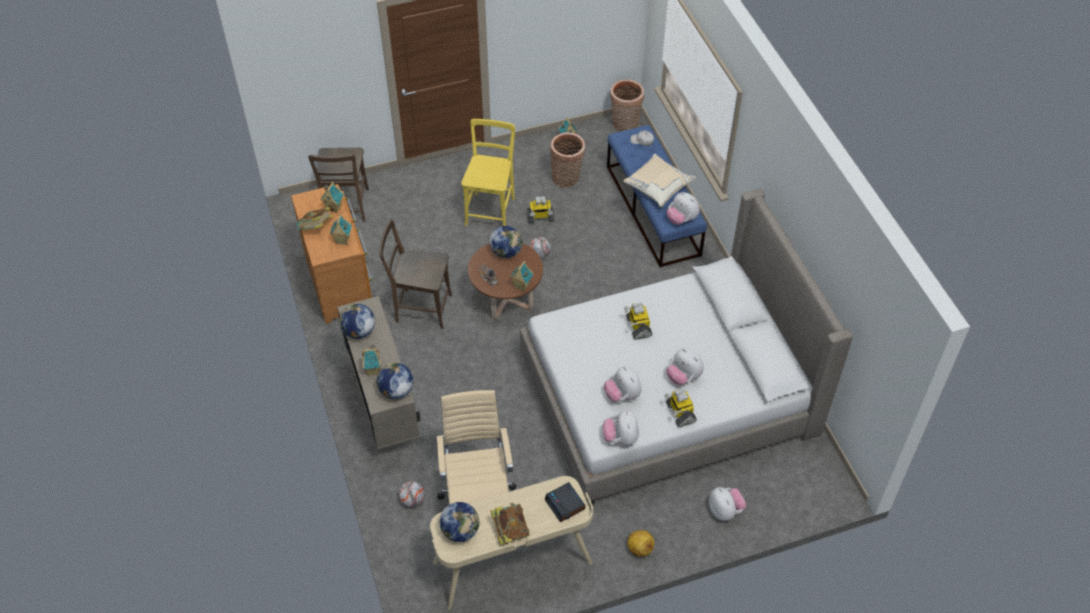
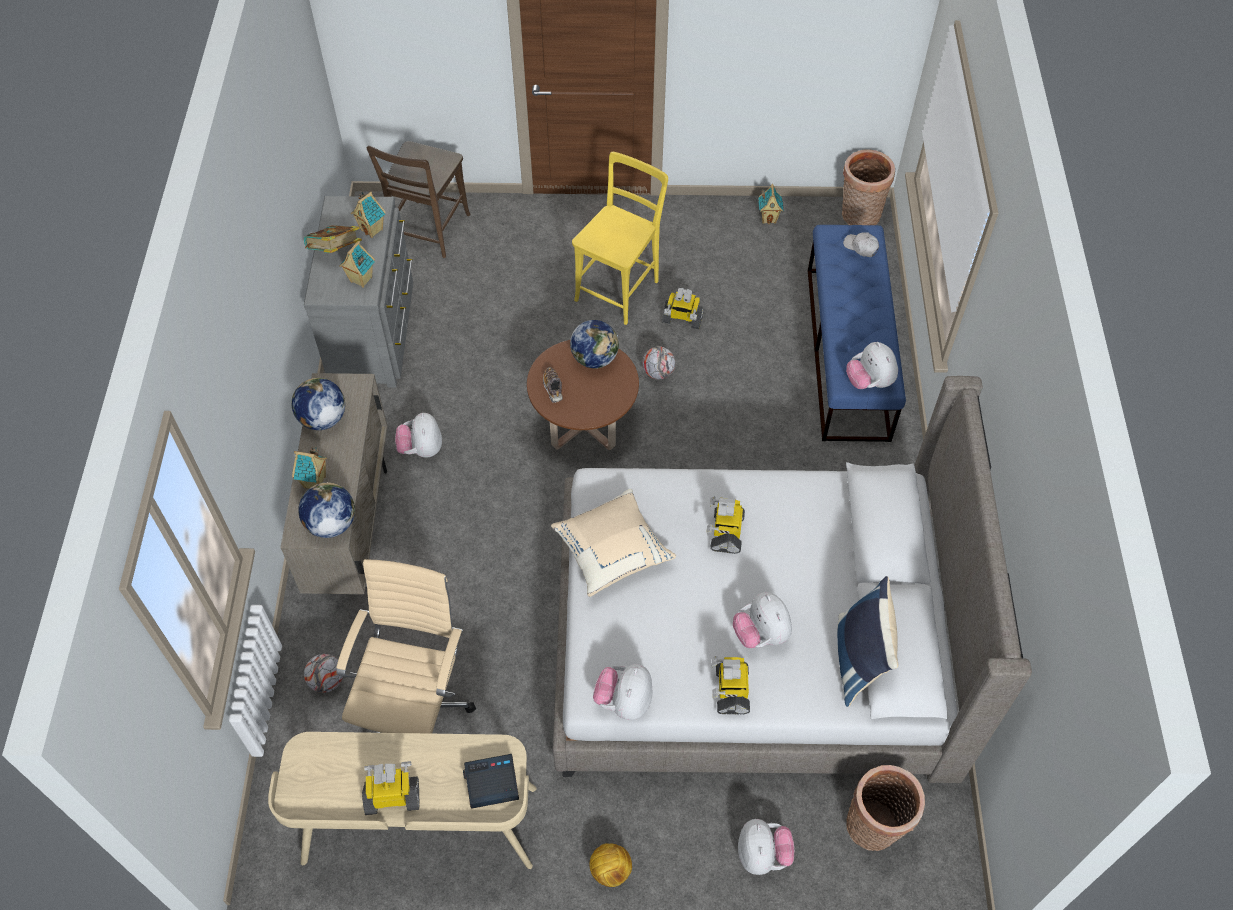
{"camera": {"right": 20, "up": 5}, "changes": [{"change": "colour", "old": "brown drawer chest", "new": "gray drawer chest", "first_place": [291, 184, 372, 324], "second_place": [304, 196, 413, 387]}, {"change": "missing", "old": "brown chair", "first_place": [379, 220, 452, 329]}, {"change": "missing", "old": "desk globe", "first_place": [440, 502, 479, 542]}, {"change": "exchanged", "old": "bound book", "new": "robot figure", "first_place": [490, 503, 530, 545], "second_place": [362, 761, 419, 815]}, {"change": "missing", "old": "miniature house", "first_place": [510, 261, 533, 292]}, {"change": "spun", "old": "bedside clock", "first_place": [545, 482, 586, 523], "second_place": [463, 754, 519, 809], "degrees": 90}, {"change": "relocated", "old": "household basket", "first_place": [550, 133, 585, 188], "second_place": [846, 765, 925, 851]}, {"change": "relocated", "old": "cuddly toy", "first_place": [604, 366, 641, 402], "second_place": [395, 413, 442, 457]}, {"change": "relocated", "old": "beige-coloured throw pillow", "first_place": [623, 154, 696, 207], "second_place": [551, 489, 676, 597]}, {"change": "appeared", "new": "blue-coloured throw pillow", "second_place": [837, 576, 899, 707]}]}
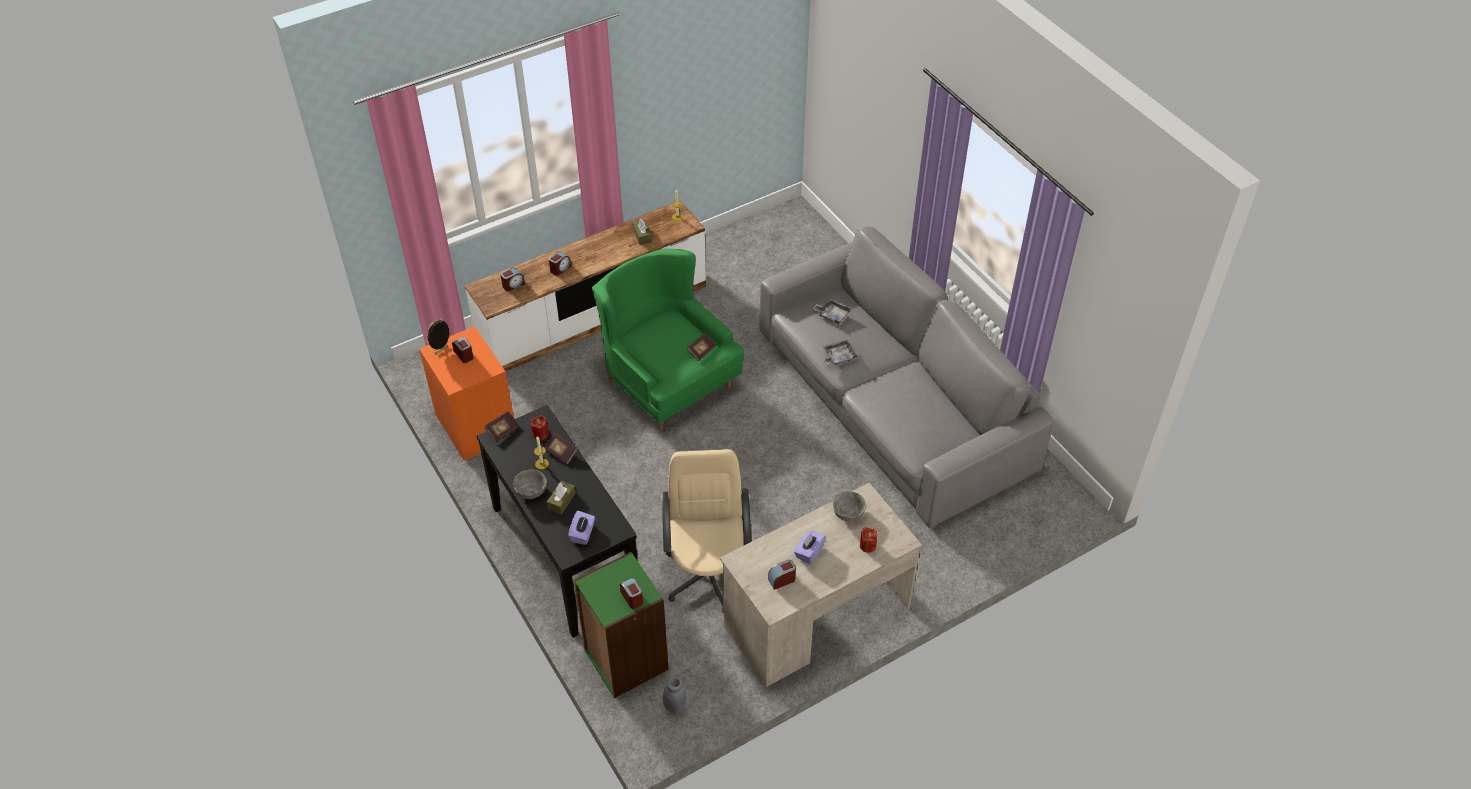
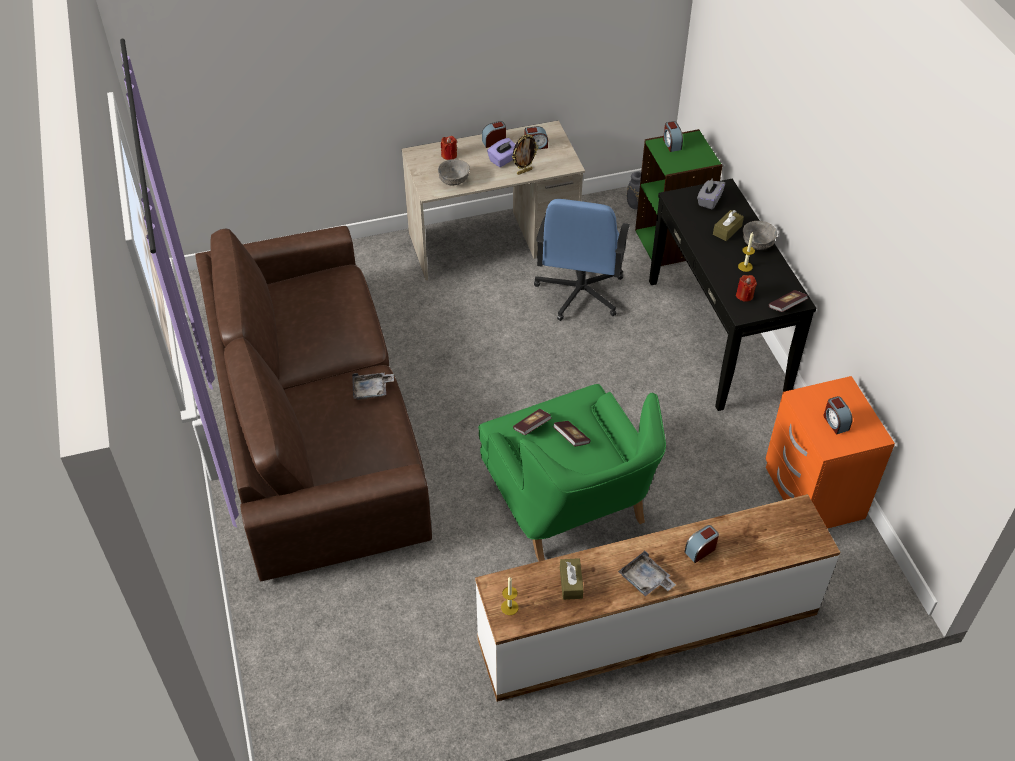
{"camera": {"right": -165, "up": 0}, "changes": [{"change": "relocated", "old": "picture frame", "first_place": [426, 319, 449, 355], "second_place": [512, 135, 539, 175]}, {"change": "relocated", "old": "bedside clock", "first_place": [500, 268, 525, 292], "second_place": [482, 121, 506, 148]}, {"change": "relocated", "old": "bound book", "first_place": [544, 433, 578, 465], "second_place": [553, 421, 591, 446]}, {"change": "colour", "old": "purple-coloured box of tissues", "new": "gray box of tissues", "first_place": [568, 511, 595, 545], "second_place": [697, 178, 725, 209]}, {"change": "colour", "old": "beige-coloured office chair", "new": "blue-coloured office chair", "first_place": [662, 449, 752, 613], "second_place": [534, 199, 630, 321]}, {"change": "colour", "old": "gray couch", "new": "brown couch", "first_place": [760, 226, 1054, 528], "second_place": [195, 226, 432, 581]}, {"change": "relocated", "old": "gray serving tray", "first_place": [812, 298, 851, 324], "second_place": [618, 550, 676, 596]}]}
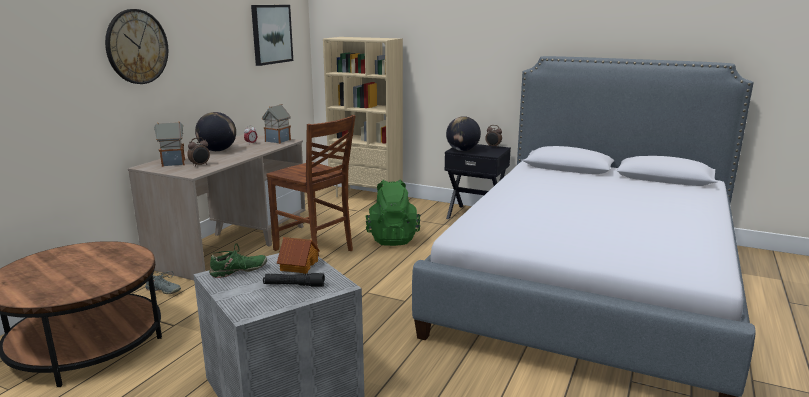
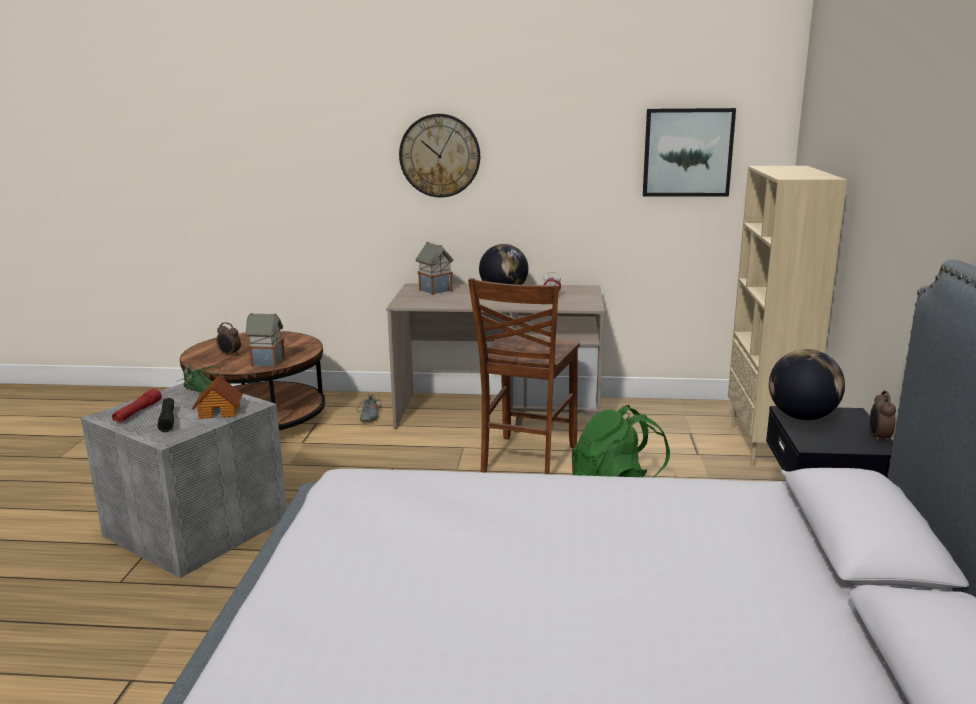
{"camera": {"right": 70, "up": 0}, "changes": [{"change": "relocated", "old": "bedside clock", "first_place": [187, 137, 210, 167], "second_place": [216, 322, 241, 357]}, {"change": "relocated", "old": "miniature house", "first_place": [262, 104, 291, 144], "second_place": [245, 313, 285, 367]}, {"change": "appeared", "new": "reddish torch", "second_place": [112, 388, 162, 422]}]}
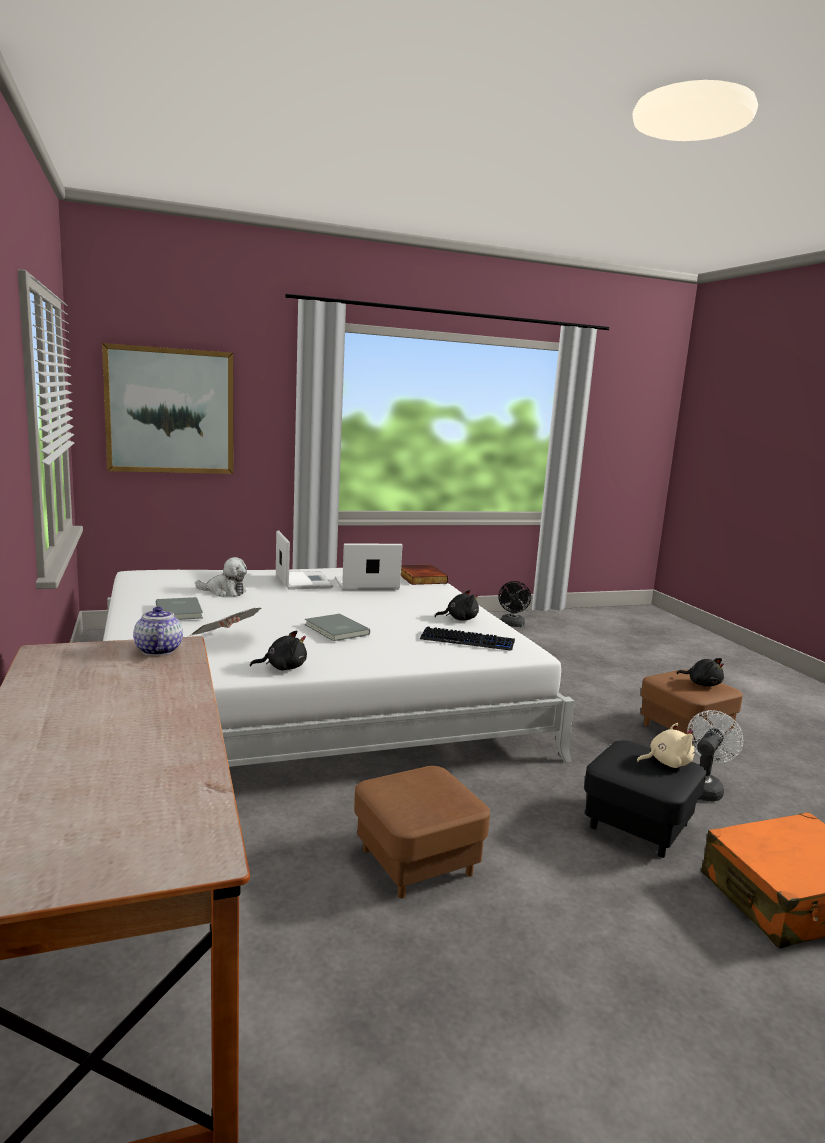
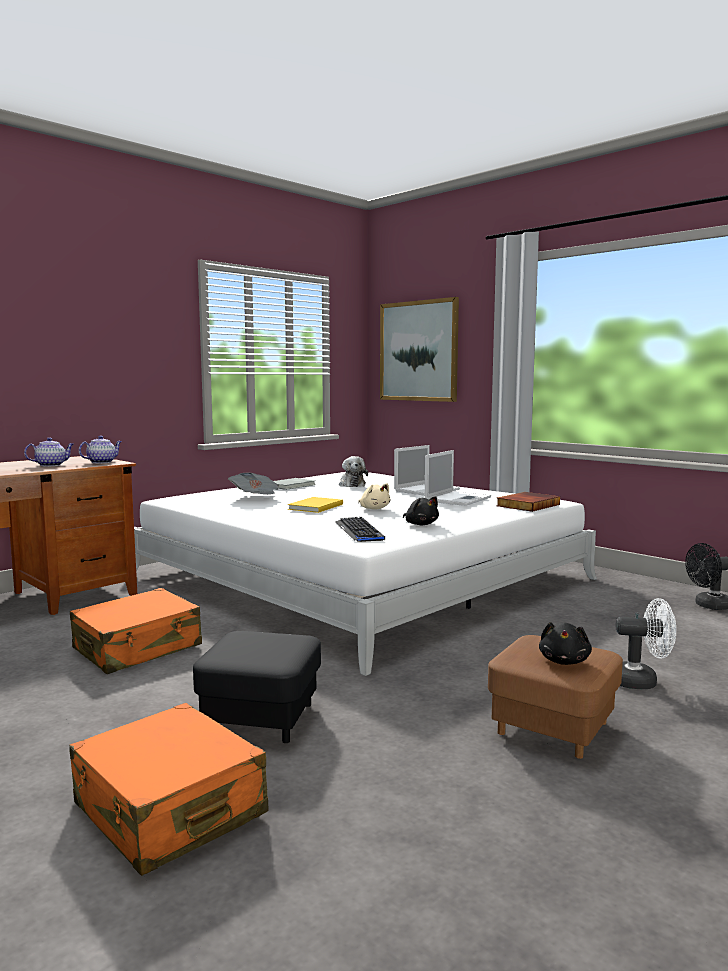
{"camera": {"right": 65, "up": -5}, "changes": [{"change": "missing", "old": "black cuddly toy", "first_place": [250, 630, 307, 670]}, {"change": "colour", "old": "gray bound book", "new": "yellow bound book", "first_place": [305, 614, 370, 641], "second_place": [287, 497, 343, 513]}, {"change": "spun", "old": "notebook computer", "first_place": [335, 543, 402, 591], "second_place": [425, 450, 491, 506], "degrees": 75}, {"change": "exchanged", "old": "brown footrest", "new": "orangey travel case", "first_place": [354, 766, 490, 898], "second_place": [70, 588, 202, 674]}, {"change": "relocated", "old": "beige-coloured cuddly toy", "first_place": [636, 723, 695, 768], "second_place": [358, 483, 391, 510]}, {"change": "relocated", "old": "white-coloured fan", "first_place": [687, 710, 744, 802], "second_place": [616, 598, 676, 689]}, {"change": "appeared", "new": "teapot", "second_place": [24, 437, 74, 467]}]}
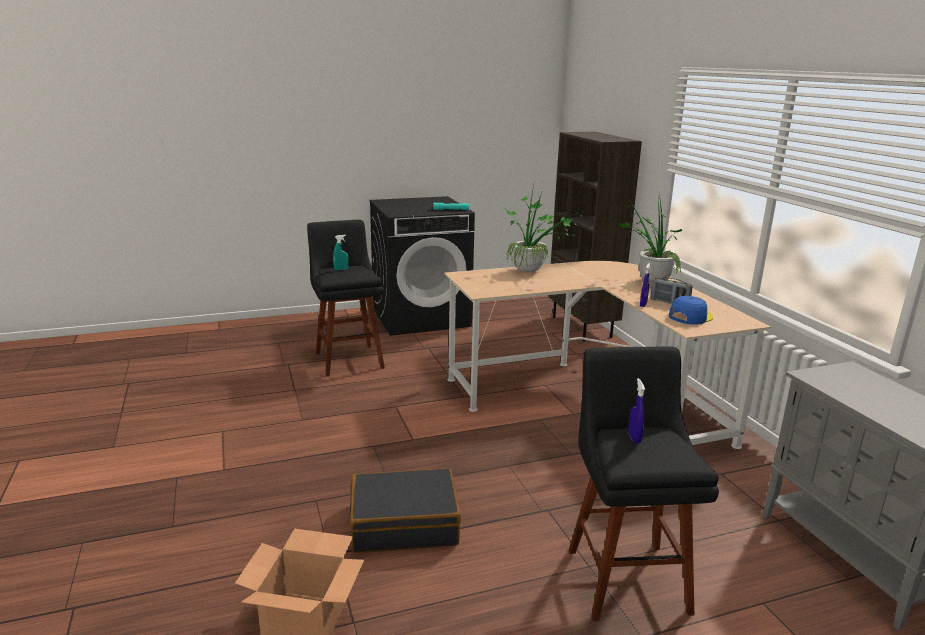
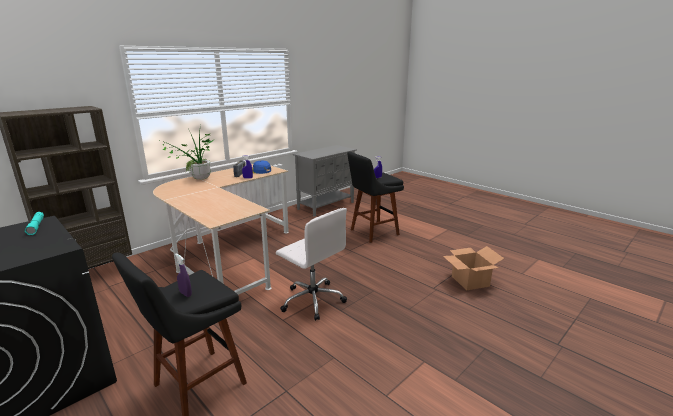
{"camera": {"right": -115, "up": 0}, "changes": [{"change": "colour", "old": "turquoise sprayer", "new": "purple-coloured sprayer", "first_place": [333, 235, 349, 270], "second_place": [175, 254, 192, 297]}, {"change": "missing", "old": "black travel case", "first_place": [350, 468, 461, 553]}, {"change": "missing", "old": "houseplant", "first_place": [505, 180, 584, 272]}, {"change": "appeared", "new": "white-coloured office chair", "second_place": [276, 208, 347, 321]}]}
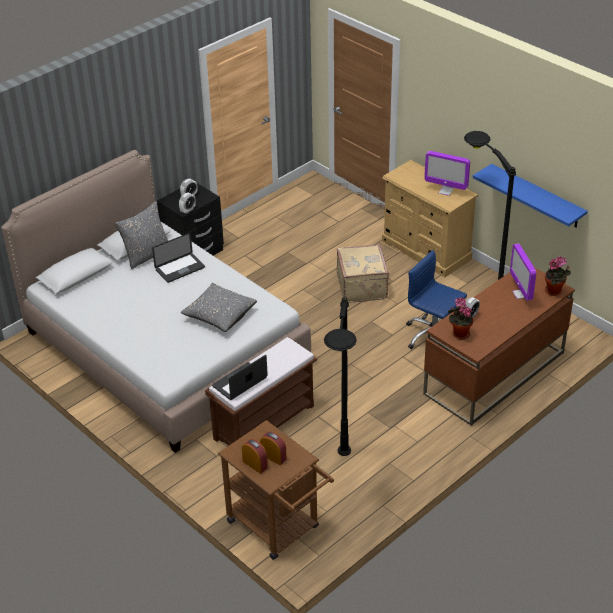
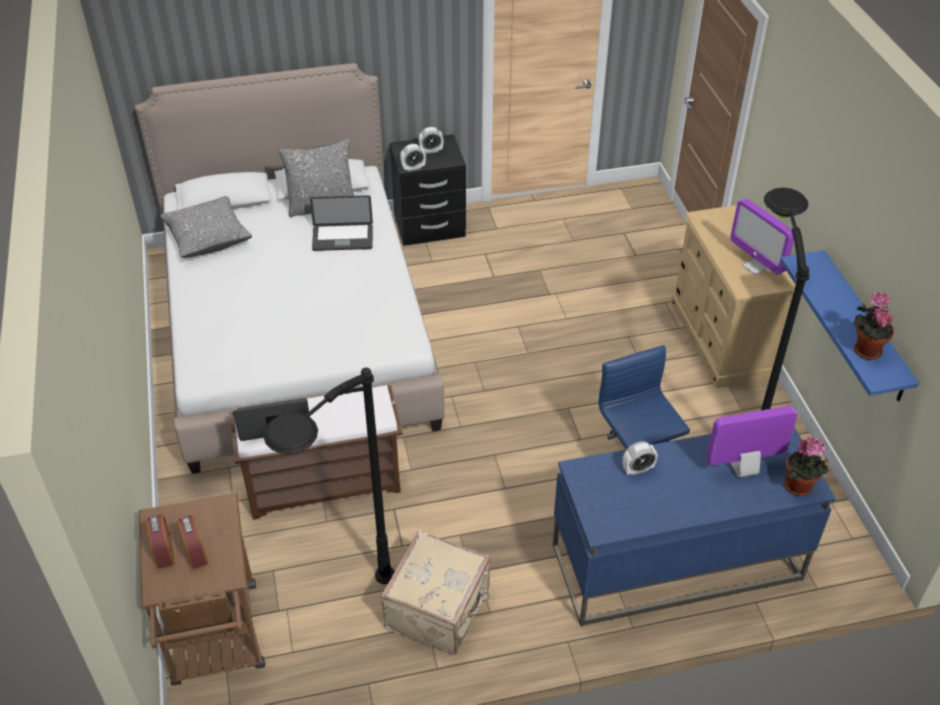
{"camera": {"right": 30, "up": 5}, "changes": [{"change": "relocated", "old": "gray throw pillow", "first_place": [181, 283, 257, 332], "second_place": [160, 196, 252, 258]}, {"change": "relocated", "old": "beige-coloured travel case", "first_place": [337, 244, 390, 303], "second_place": [381, 530, 491, 654]}, {"change": "colour", "old": "brown desk", "new": "blue-coloured desk", "first_place": [423, 267, 575, 426], "second_place": [553, 427, 836, 627]}, {"change": "relocated", "old": "houseplant", "first_place": [448, 297, 473, 340], "second_place": [853, 292, 894, 360]}, {"change": "spun", "old": "computer screen", "first_place": [510, 243, 536, 301], "second_place": [706, 406, 798, 477], "degrees": 60}]}
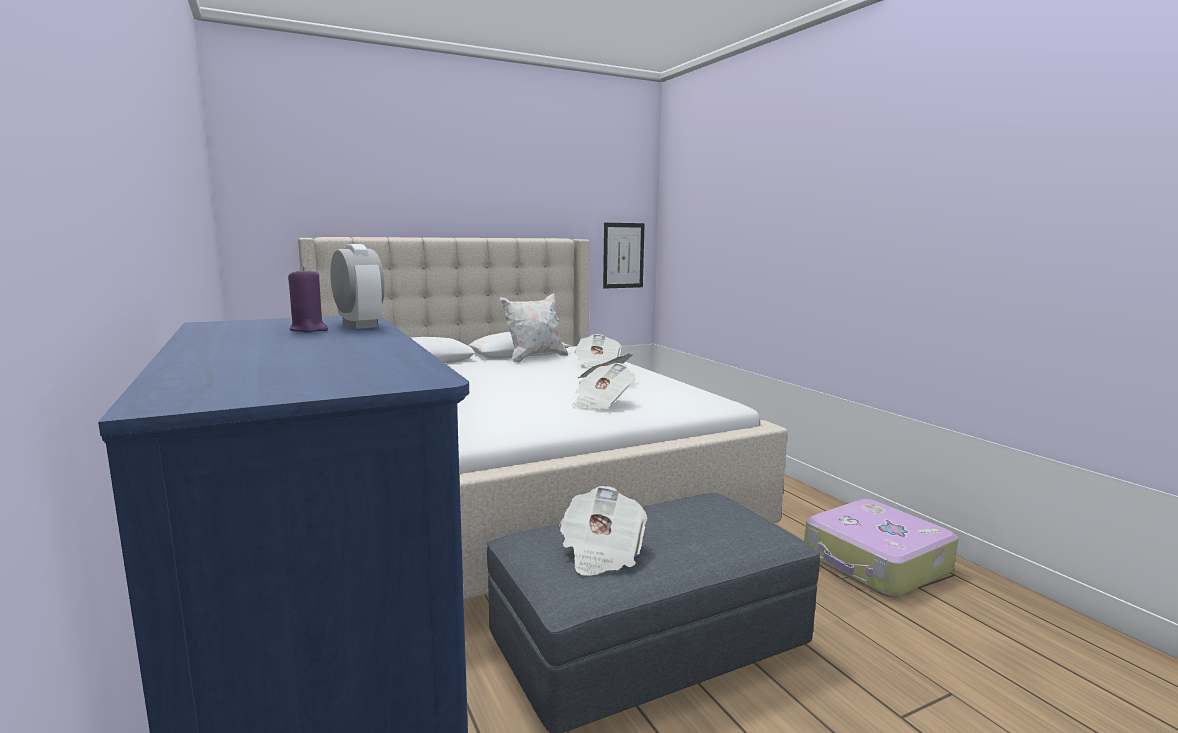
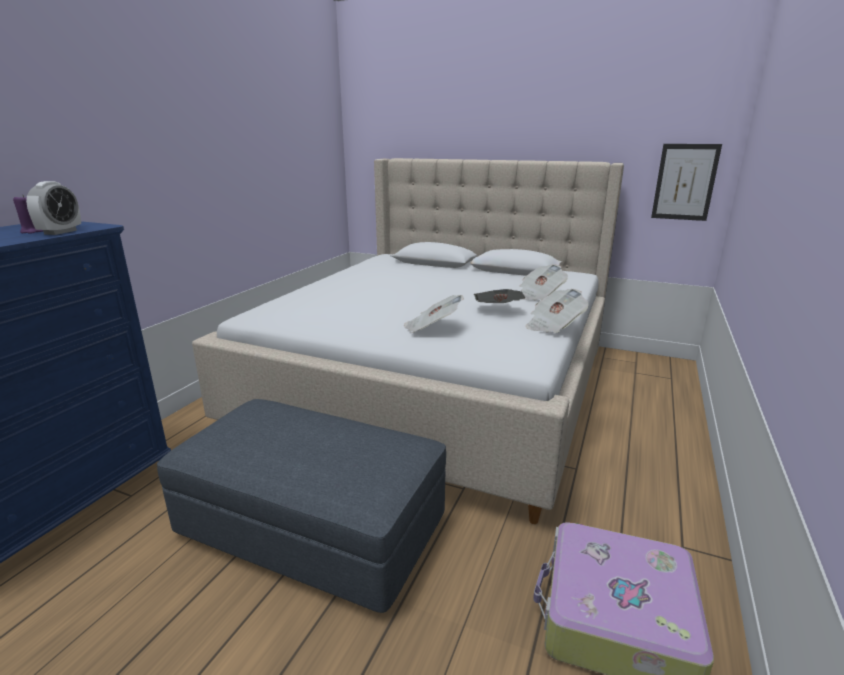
{"camera": {"right": 50, "up": 10}, "changes": [{"change": "missing", "old": "white-coloured throw pillow", "first_place": [499, 293, 568, 363]}, {"change": "relocated", "old": "newspaper", "first_place": [559, 486, 647, 576], "second_place": [526, 289, 589, 333]}]}
